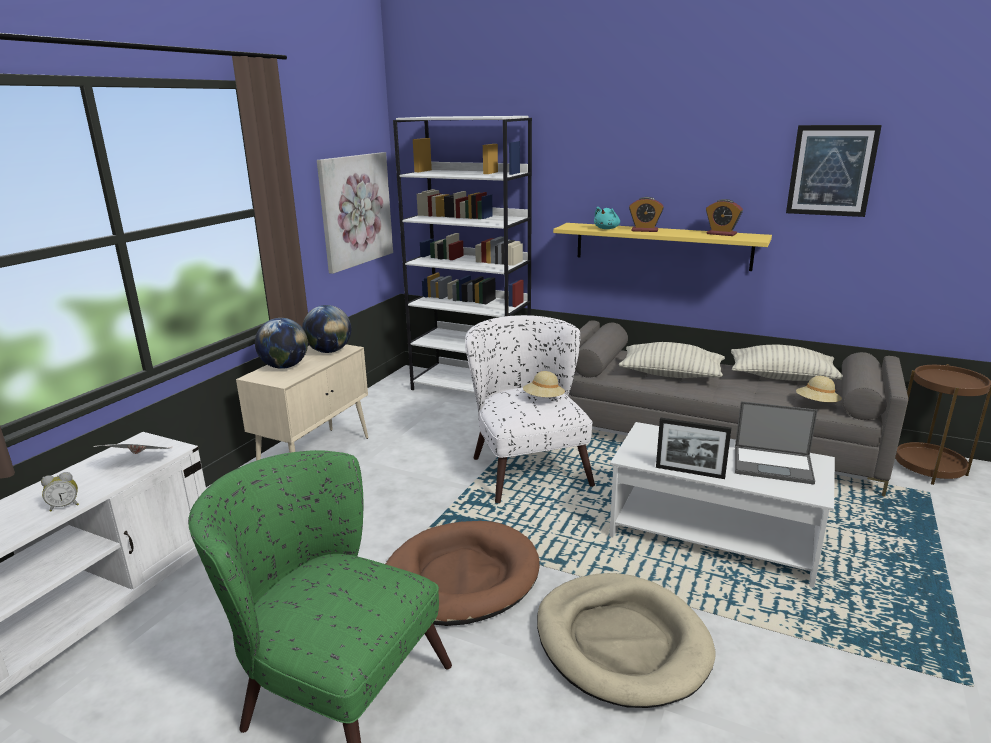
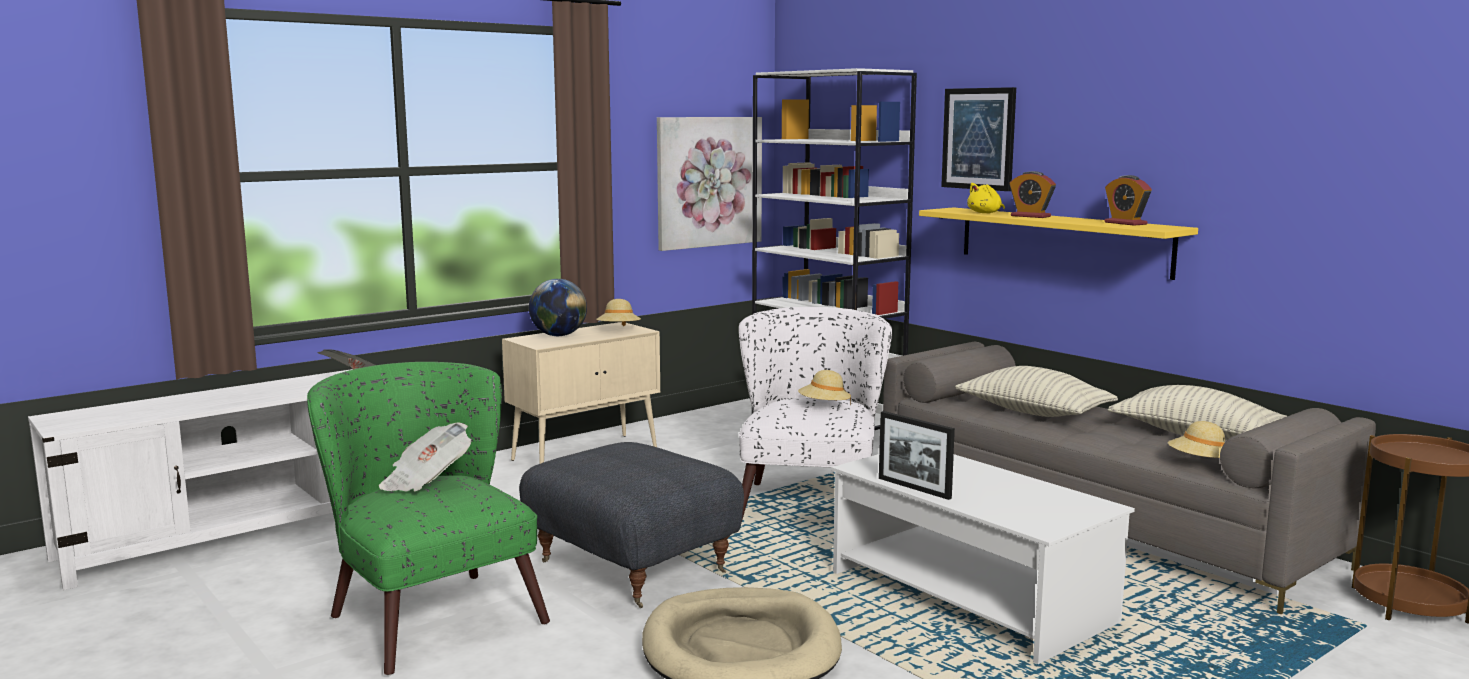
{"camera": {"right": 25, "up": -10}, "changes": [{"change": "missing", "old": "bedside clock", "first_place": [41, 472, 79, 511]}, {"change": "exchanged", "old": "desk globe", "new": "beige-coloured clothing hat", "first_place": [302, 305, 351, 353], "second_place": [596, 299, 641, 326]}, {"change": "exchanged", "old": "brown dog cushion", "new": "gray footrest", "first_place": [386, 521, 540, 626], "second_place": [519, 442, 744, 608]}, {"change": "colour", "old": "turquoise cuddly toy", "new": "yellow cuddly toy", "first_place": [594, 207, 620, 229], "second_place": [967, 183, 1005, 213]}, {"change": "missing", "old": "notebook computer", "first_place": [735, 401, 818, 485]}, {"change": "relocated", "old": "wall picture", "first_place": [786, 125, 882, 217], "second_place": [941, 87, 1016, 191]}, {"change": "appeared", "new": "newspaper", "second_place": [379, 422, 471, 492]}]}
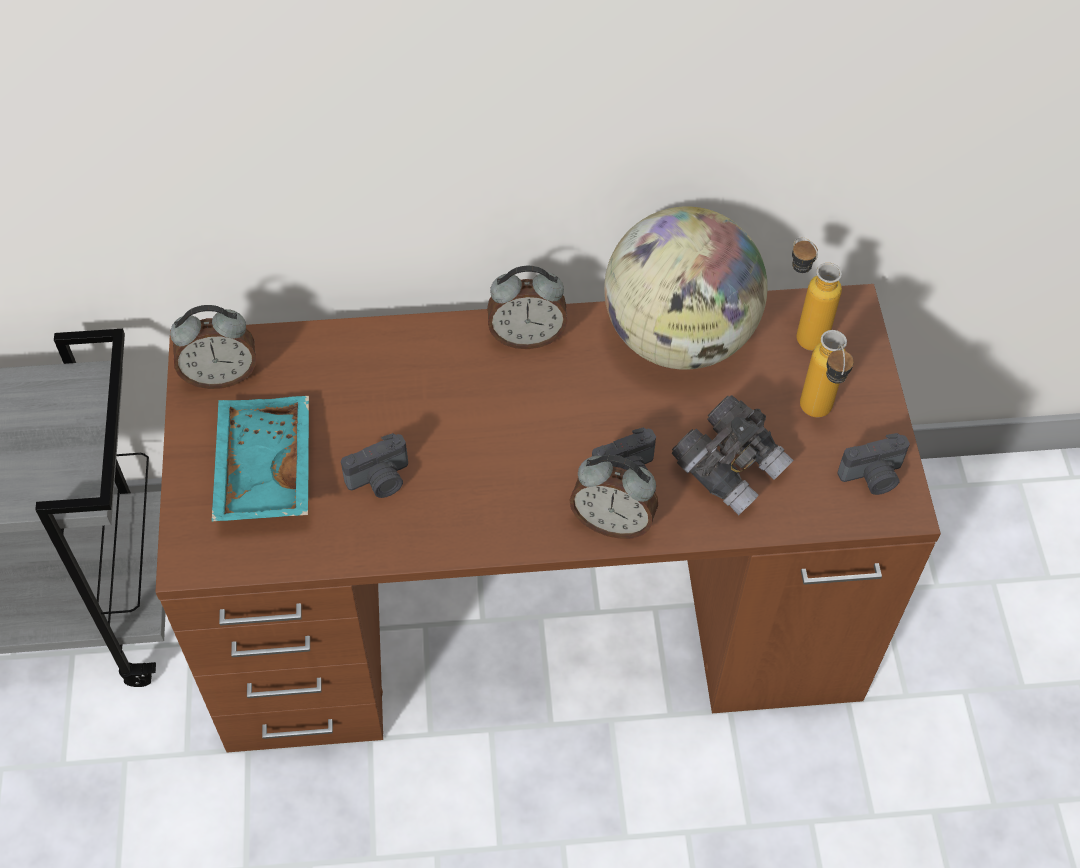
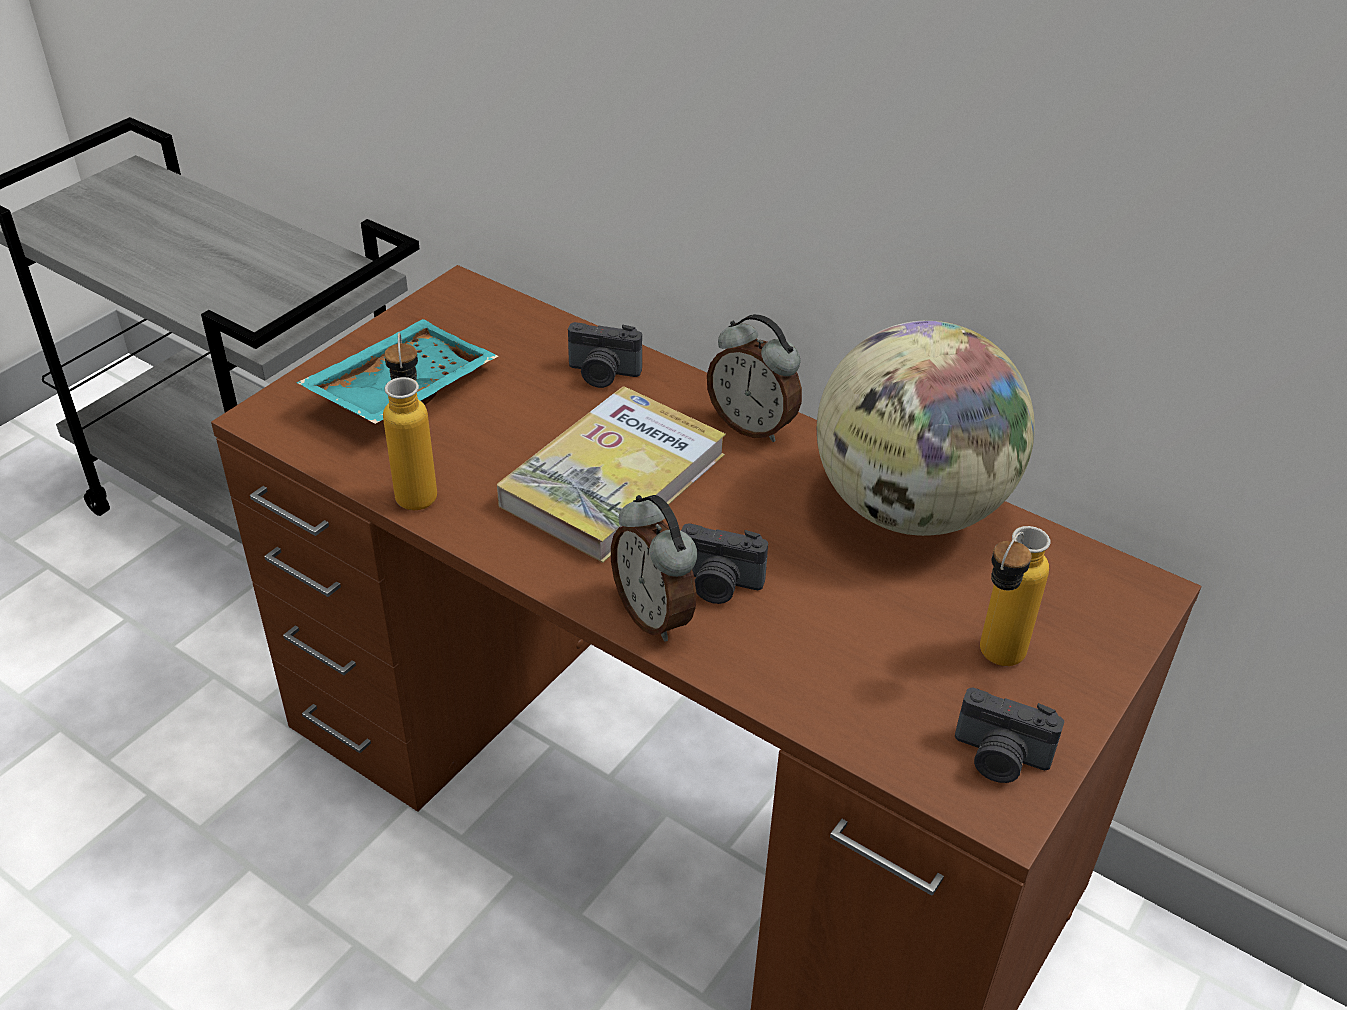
{"camera": {"right": 40, "up": -15}, "changes": [{"change": "missing", "old": "bedside clock", "first_place": [170, 305, 256, 389]}, {"change": "relocated", "old": "still camera", "first_place": [341, 433, 408, 498], "second_place": [568, 322, 642, 388]}, {"change": "missing", "old": "gray binoculars", "first_place": [672, 395, 794, 515]}, {"change": "relocated", "old": "bottle", "first_place": [792, 237, 842, 351], "second_place": [383, 332, 437, 510]}, {"change": "appeared", "new": "bound book", "second_place": [497, 387, 726, 563]}]}
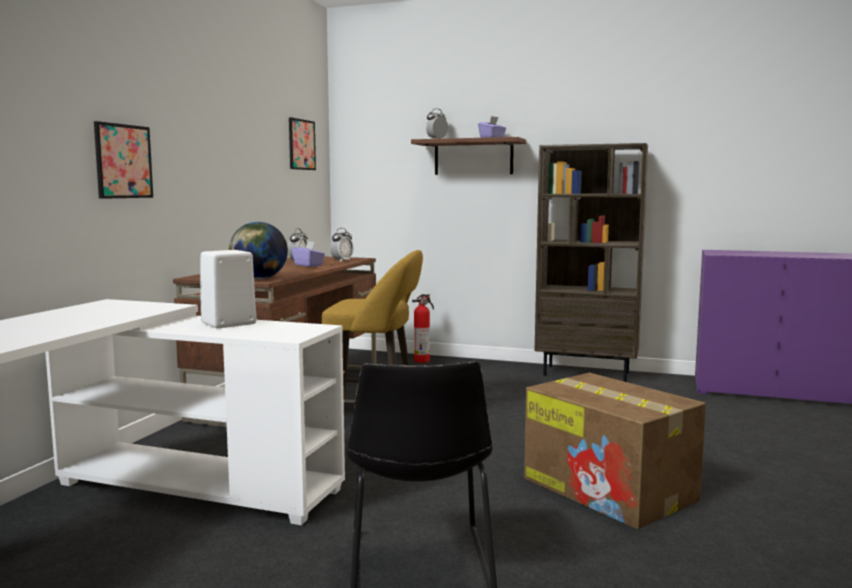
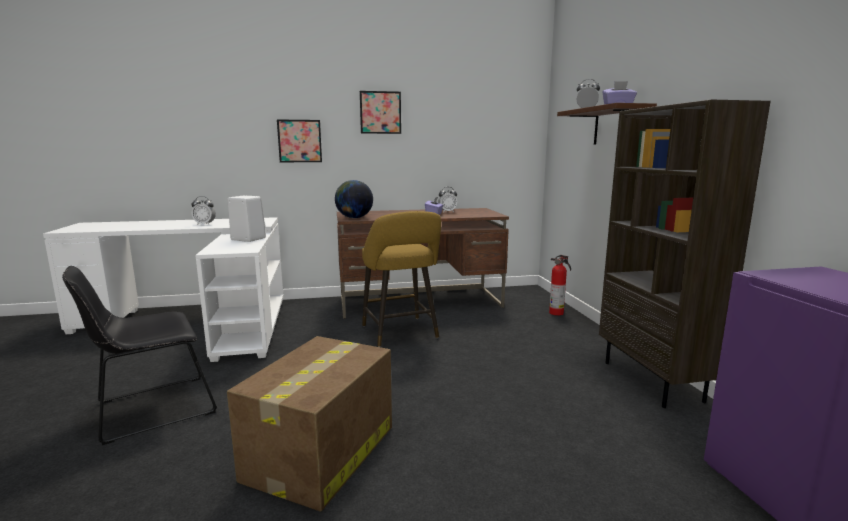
{"camera": {"right": 60, "up": 5}, "changes": [{"change": "relocated", "old": "wall picture", "first_place": [289, 117, 316, 170], "second_place": [360, 91, 401, 134]}, {"change": "relocated", "old": "bedside clock", "first_place": [330, 228, 354, 261], "second_place": [191, 196, 216, 225]}]}
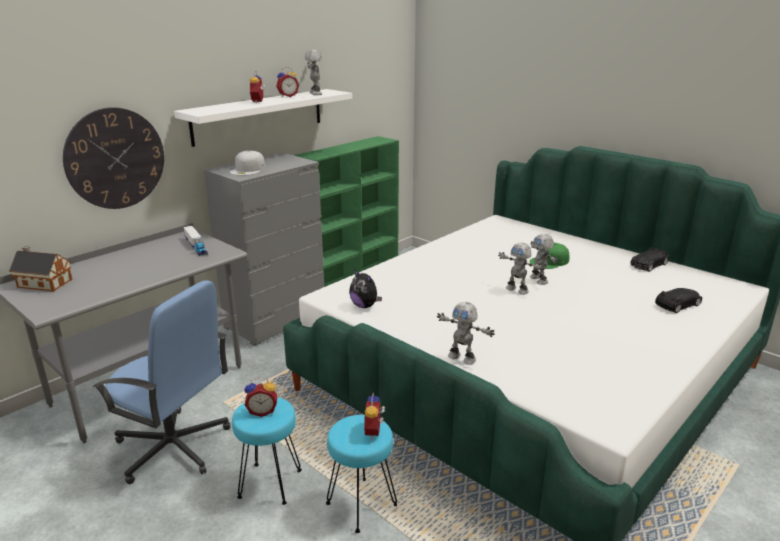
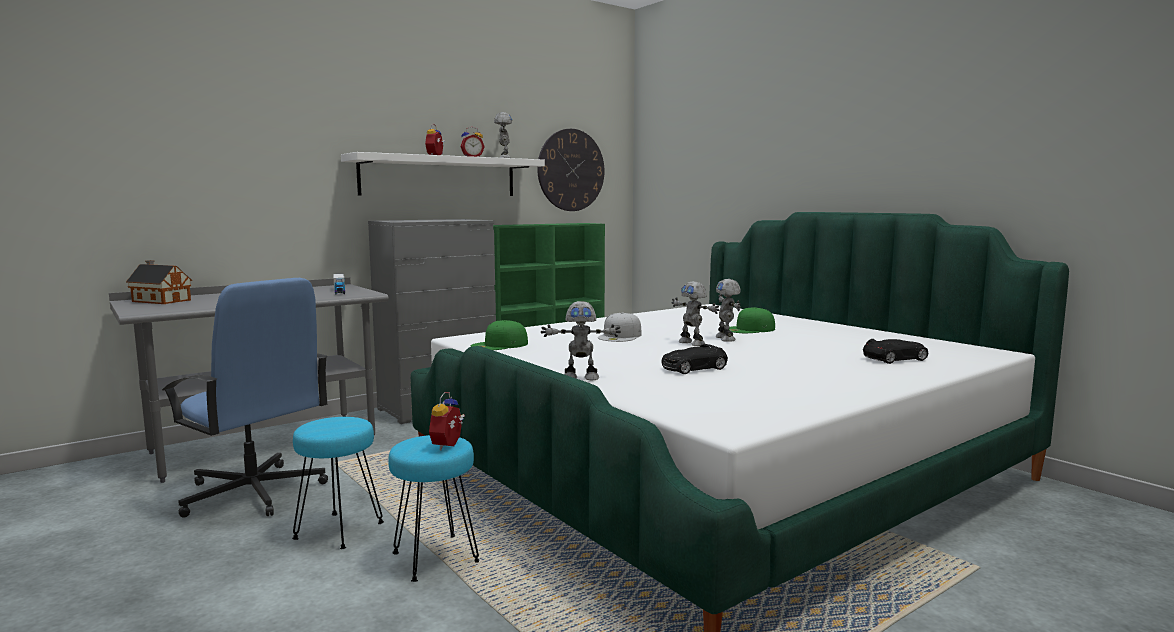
{"camera": {"right": 10, "up": -15}, "changes": [{"change": "relocated", "old": "hanging clock", "first_place": [63, 107, 164, 209], "second_place": [537, 129, 605, 211]}, {"change": "relocated", "old": "white-coloured peaked cap", "first_place": [230, 151, 265, 176], "second_place": [598, 312, 642, 342]}, {"change": "missing", "old": "bedside clock", "first_place": [245, 378, 277, 417]}, {"change": "exchanged", "old": "cuddly toy", "new": "green peaked cap", "first_place": [349, 268, 382, 308], "second_place": [471, 320, 528, 350]}, {"change": "spun", "old": "robot figure", "first_place": [437, 302, 495, 365], "second_place": [541, 301, 621, 380], "degrees": -45}, {"change": "relocated", "old": "black model car", "first_place": [630, 247, 669, 272], "second_place": [662, 344, 728, 374]}]}
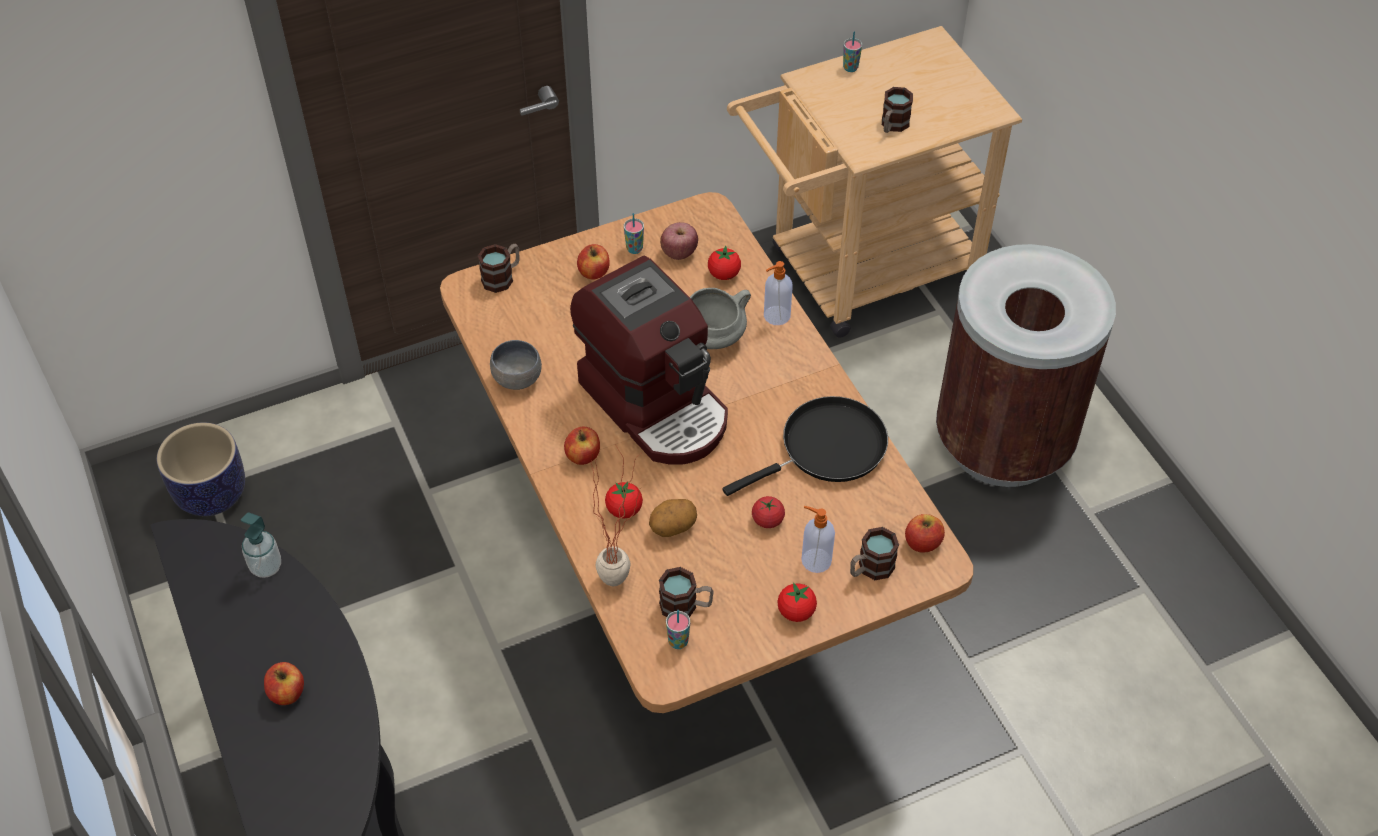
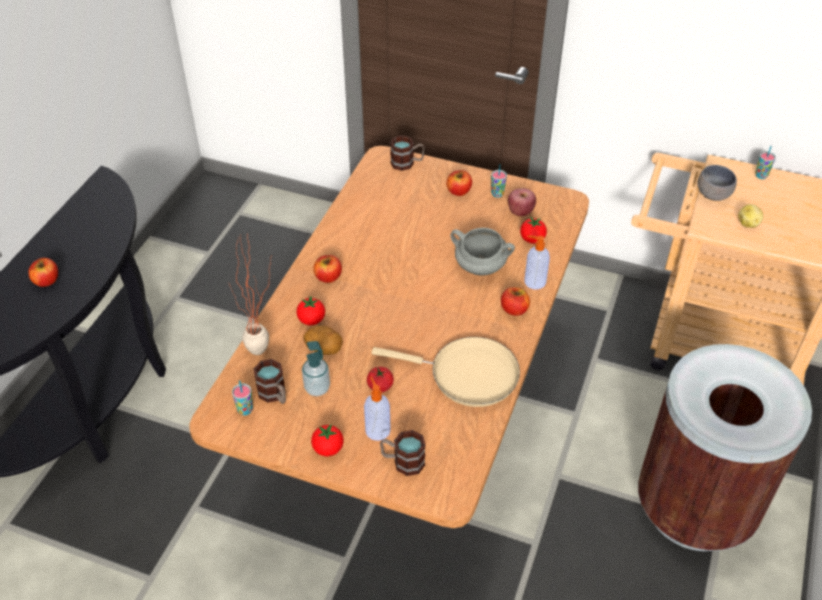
{"camera": {"right": 45, "up": -5}, "changes": [{"change": "missing", "old": "planter", "first_place": [157, 423, 245, 516]}, {"change": "relocated", "old": "soap dispenser", "first_place": [241, 512, 281, 578], "second_place": [302, 341, 330, 396]}, {"change": "relocated", "old": "gray serving bowl", "first_place": [490, 340, 542, 390], "second_place": [698, 165, 737, 201]}, {"change": "missing", "old": "coffee maker", "first_place": [570, 256, 728, 465]}, {"change": "colour", "old": "black skillet", "new": "beige-coloured skillet", "first_place": [722, 396, 888, 496], "second_place": [372, 337, 520, 407]}, {"change": "exchanged", "old": "mug", "new": "spud", "first_place": [882, 87, 913, 133], "second_place": [738, 204, 764, 228]}, {"change": "relocated", "old": "apple fruit", "first_place": [905, 514, 945, 553], "second_place": [501, 287, 530, 316]}]}
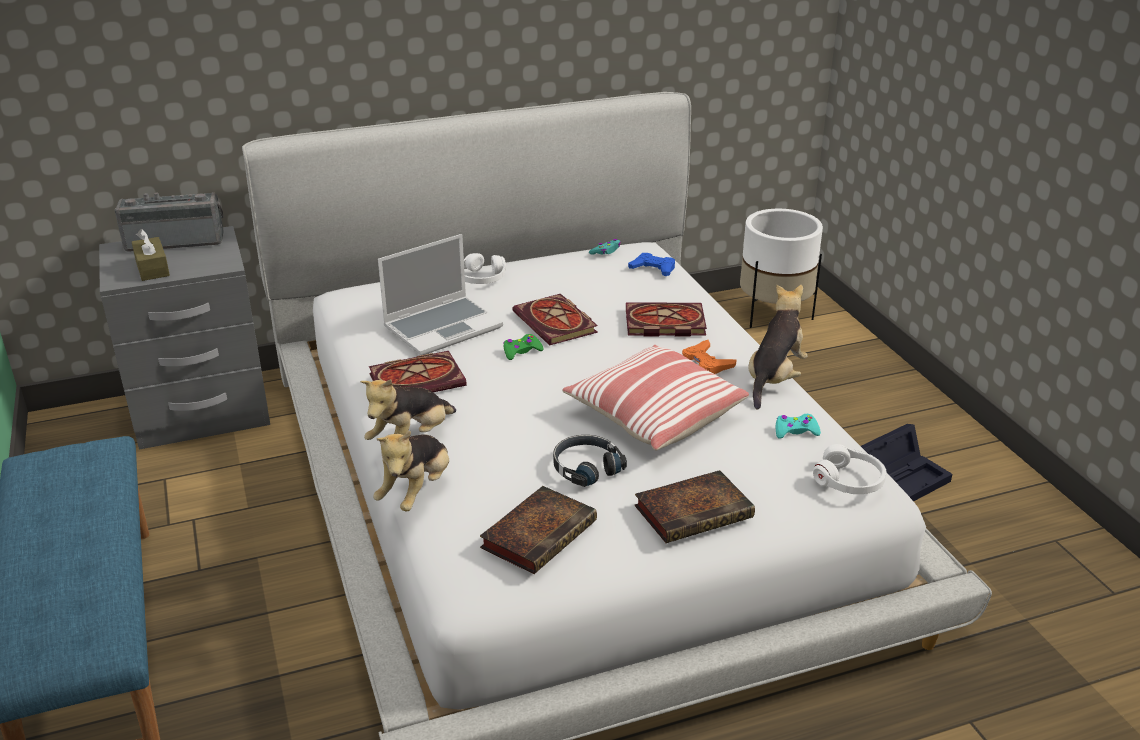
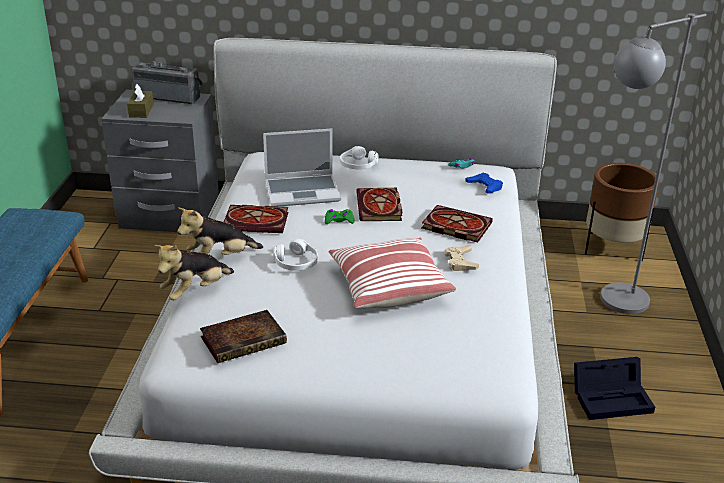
{"camera": {"right": 25, "up": 0}, "changes": [{"change": "missing", "old": "black headphones", "first_place": [553, 435, 627, 487]}, {"change": "missing", "old": "bound book", "first_place": [634, 470, 755, 543]}, {"change": "colour", "old": "orangey gamepad", "new": "beige-coloured gamepad", "first_place": [682, 340, 736, 374], "second_place": [444, 245, 479, 271]}, {"change": "colour", "old": "white-coloured planter", "new": "brown planter", "first_place": [740, 209, 823, 328], "second_place": [585, 163, 659, 261]}, {"change": "missing", "old": "cuddly toy", "first_place": [748, 284, 808, 410]}, {"change": "missing", "old": "turquoise gamepad", "first_place": [776, 414, 821, 439]}, {"change": "relocated", "old": "white-coloured headphones", "first_place": [813, 444, 887, 494], "second_place": [273, 239, 318, 271]}, {"change": "appeared", "new": "gray standing lamp", "second_place": [600, 14, 707, 314]}]}
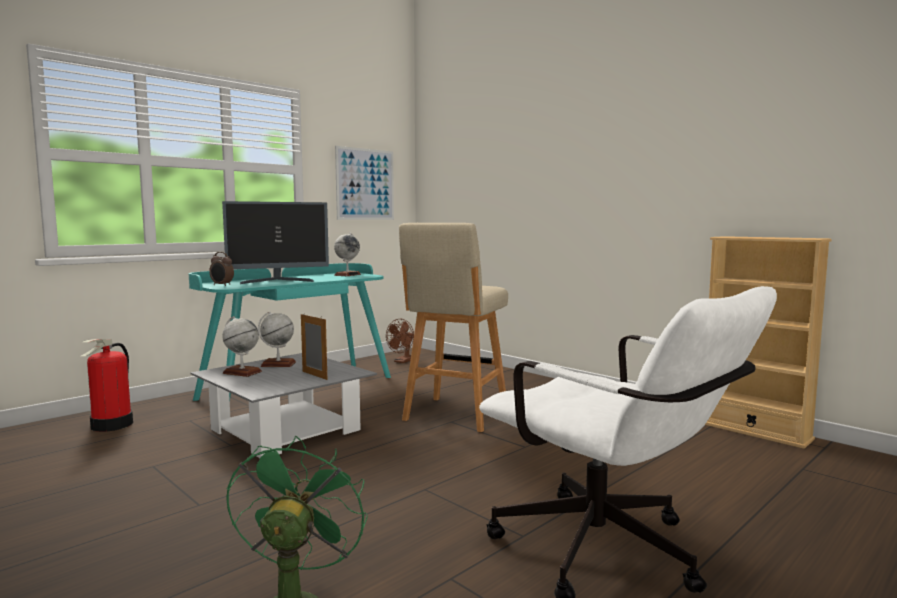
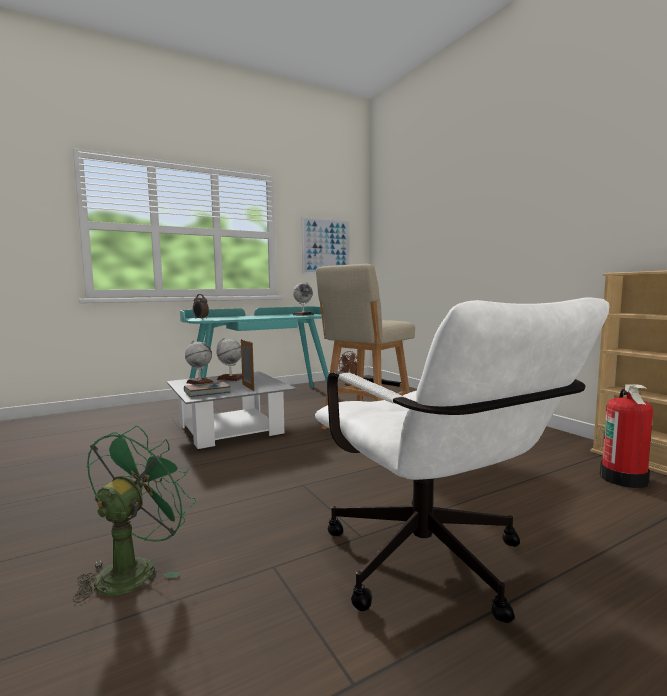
{"camera": {"right": 15, "up": 0}, "changes": [{"change": "relocated", "old": "fire-fighting cylinder", "first_place": [81, 339, 133, 432], "second_place": [600, 384, 653, 488]}, {"change": "missing", "old": "computer screen", "first_place": [222, 201, 329, 284]}, {"change": "appeared", "new": "bound book", "second_place": [184, 382, 231, 397]}]}
